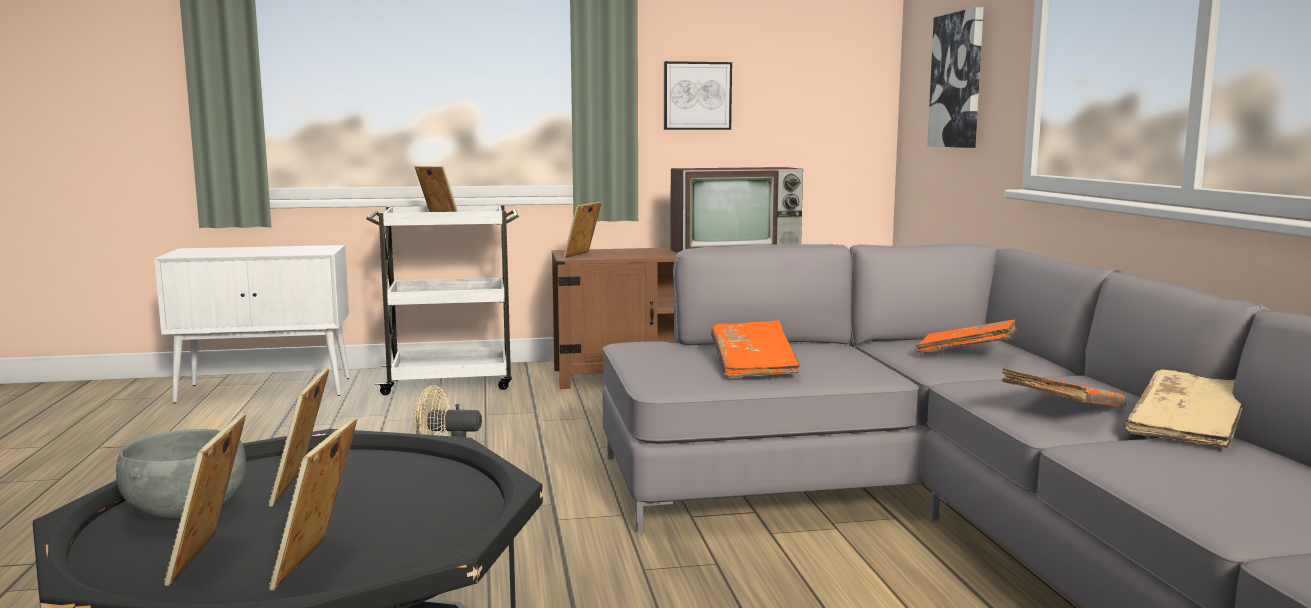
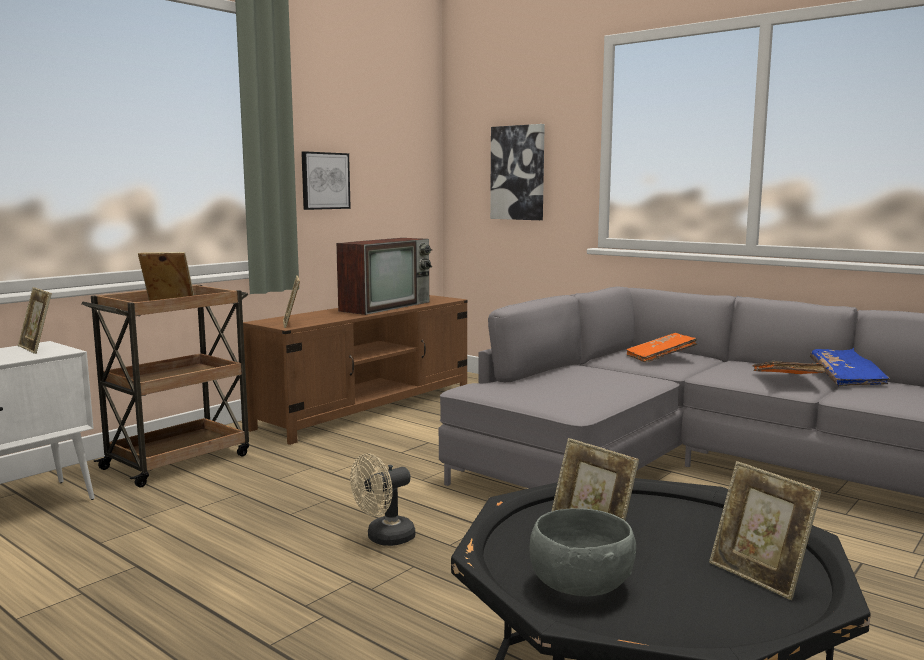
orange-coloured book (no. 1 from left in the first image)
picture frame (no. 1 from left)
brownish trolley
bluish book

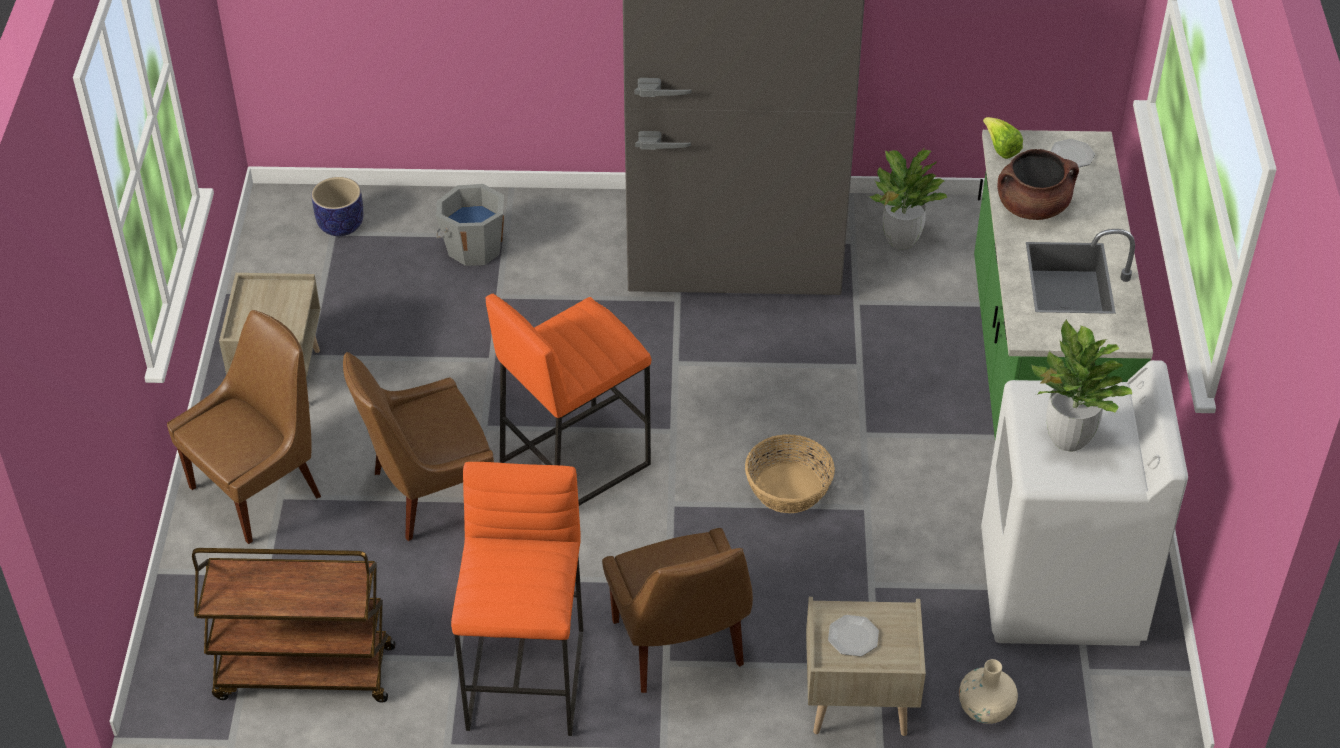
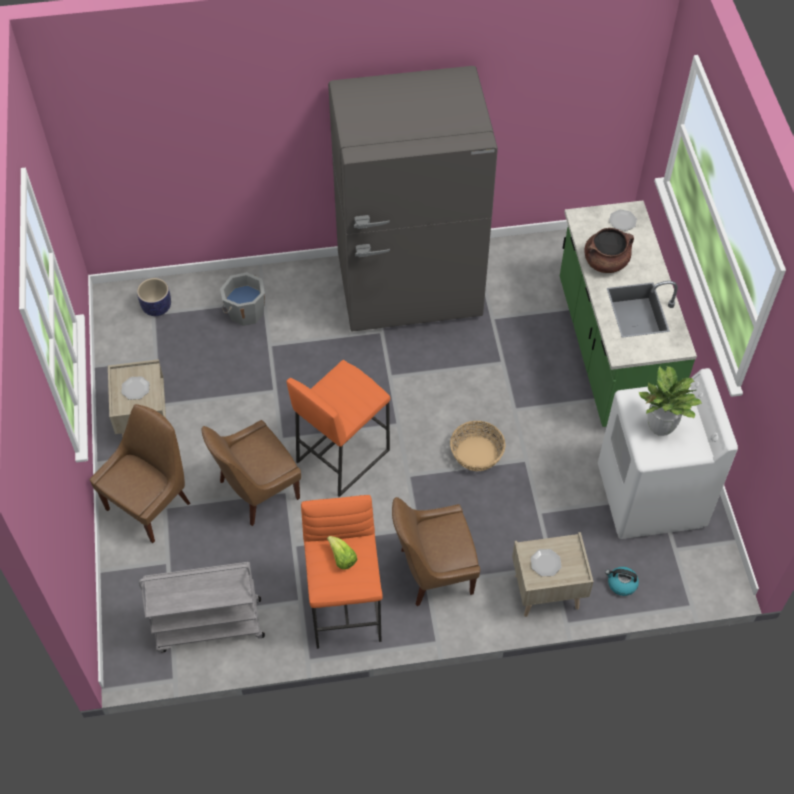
potted plant (no. 1 from left in the first image)
dinner plate (no. 1 from left)
head of lettuce
kettle
gray trolley
brownish plain chair (no. 3 from left)

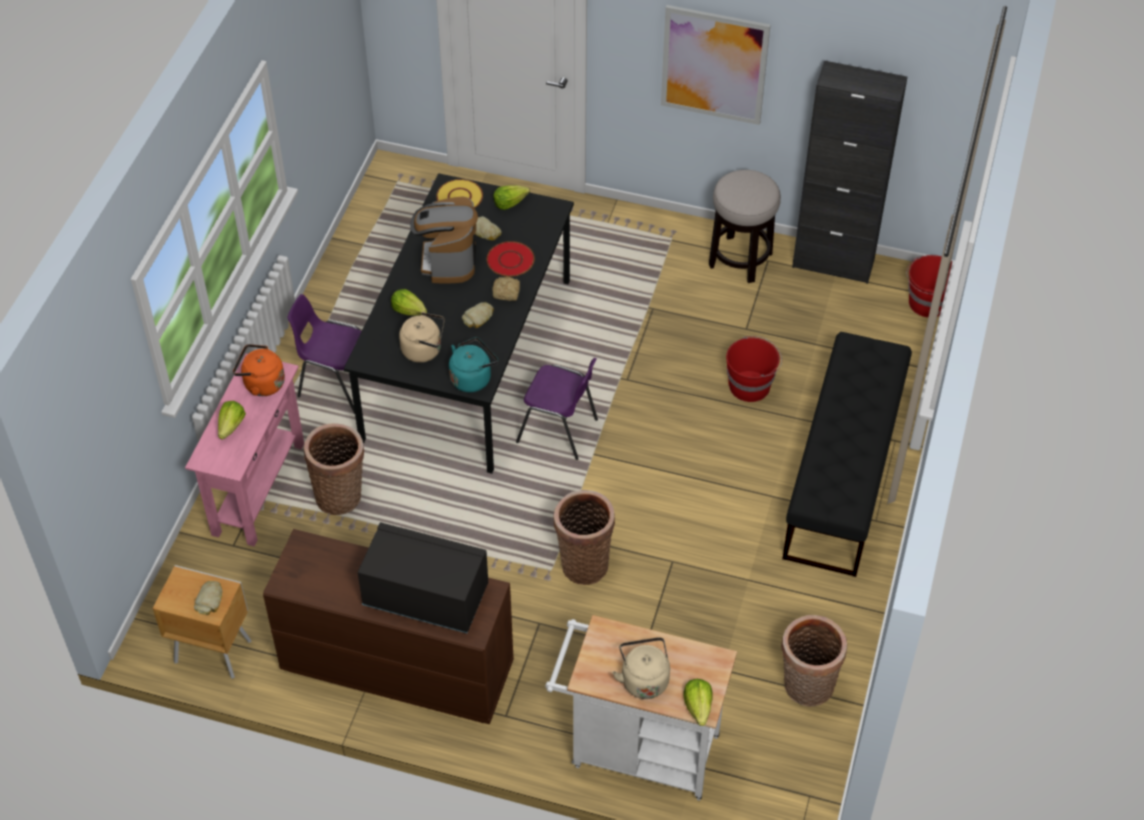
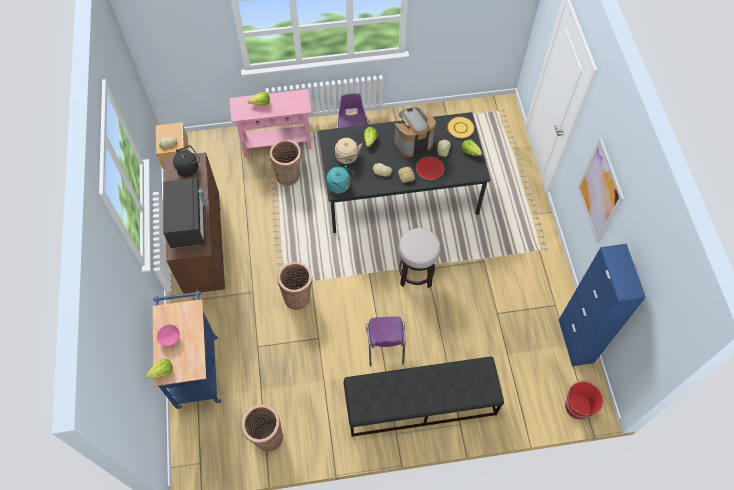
orange-coloured kettle
red-coloured water bucket (no. 1 from left in the first image)
black-coloured kettle
purple plain chair (no. 2 from left)
stool seat
pink-coloured deep dish
bluish trolley
bluish cupboard

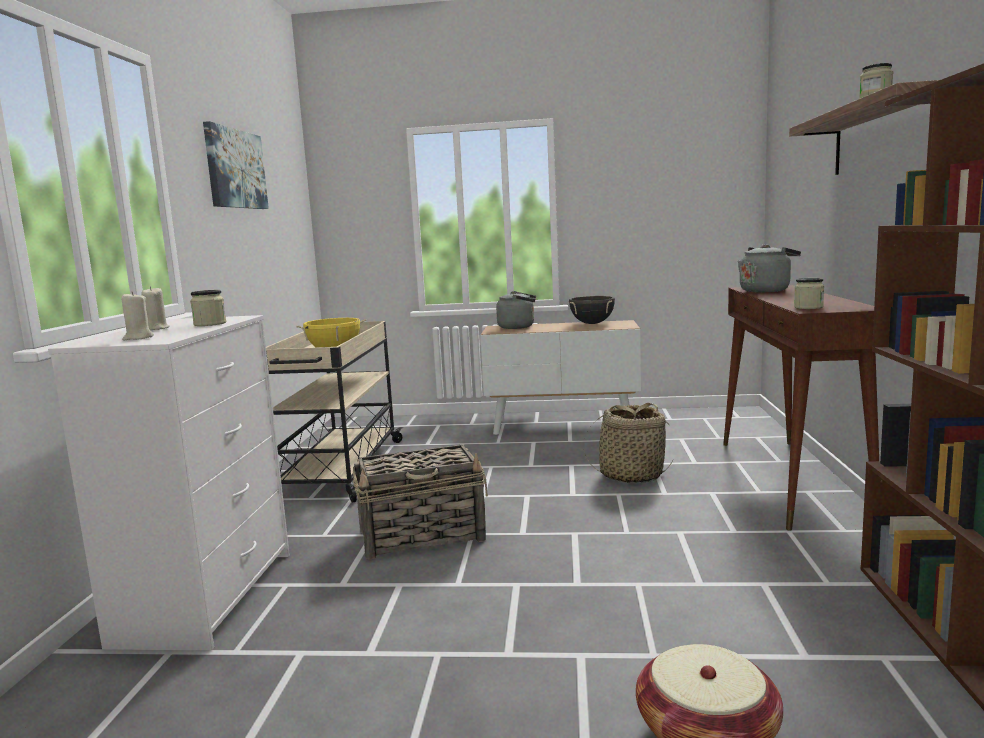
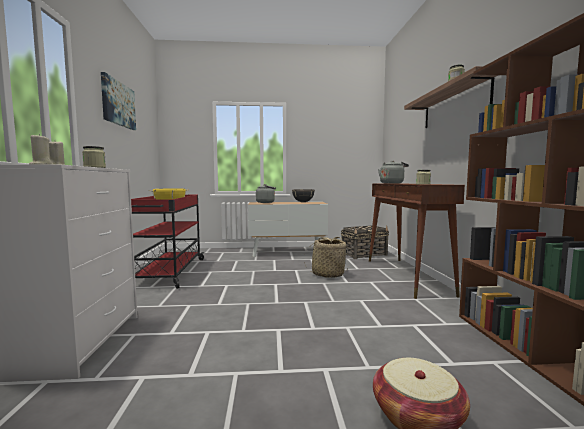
household basket (no. 2 from left)
red-coloured trolley

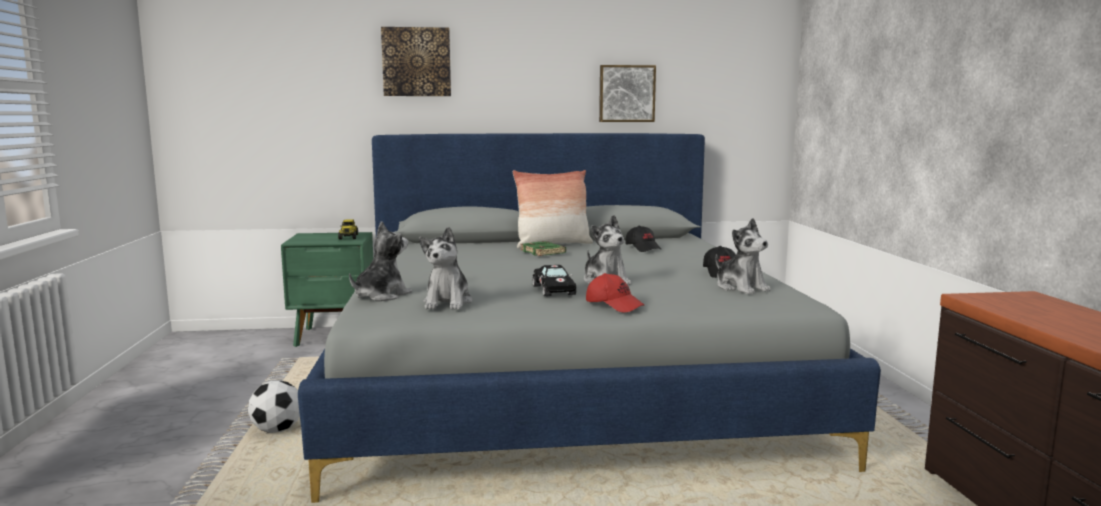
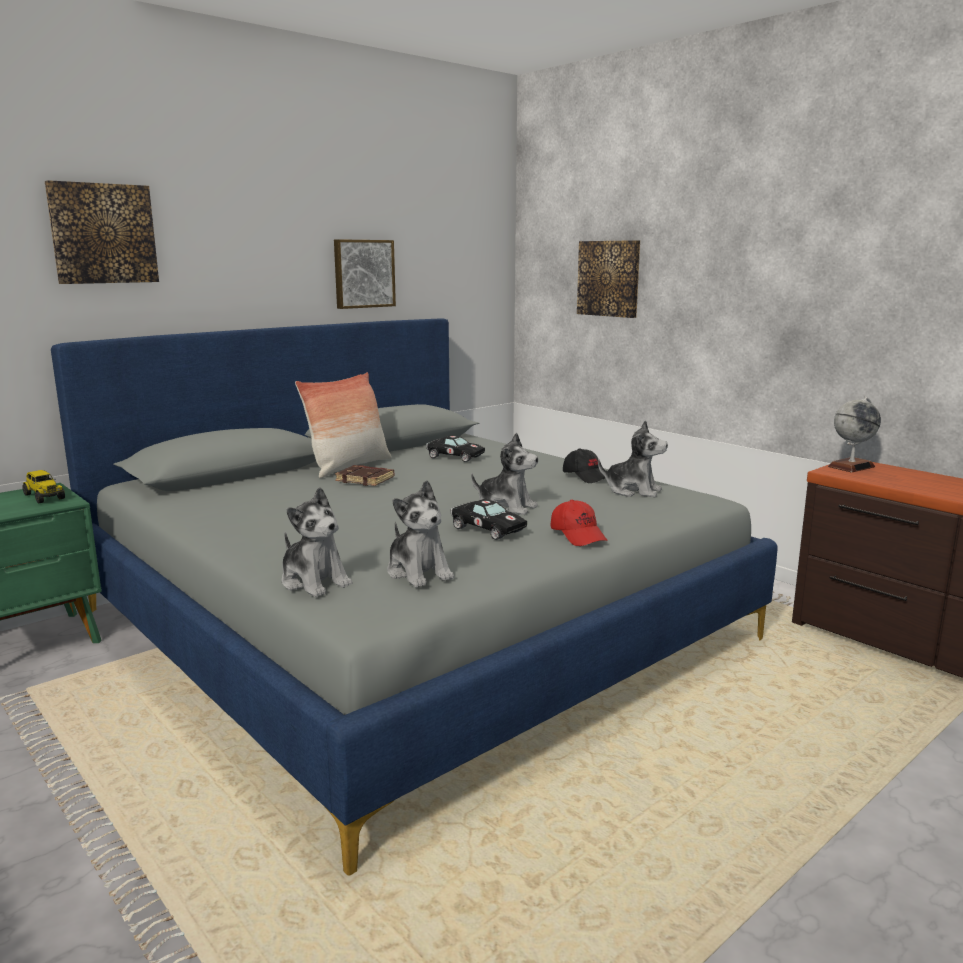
ball for football
wall picture (no. 3 from left)
globe
black-coloured toy car (no. 1 from left)
brownish book
cuddly toy (no. 1 from left)
red-coloured baseball cap

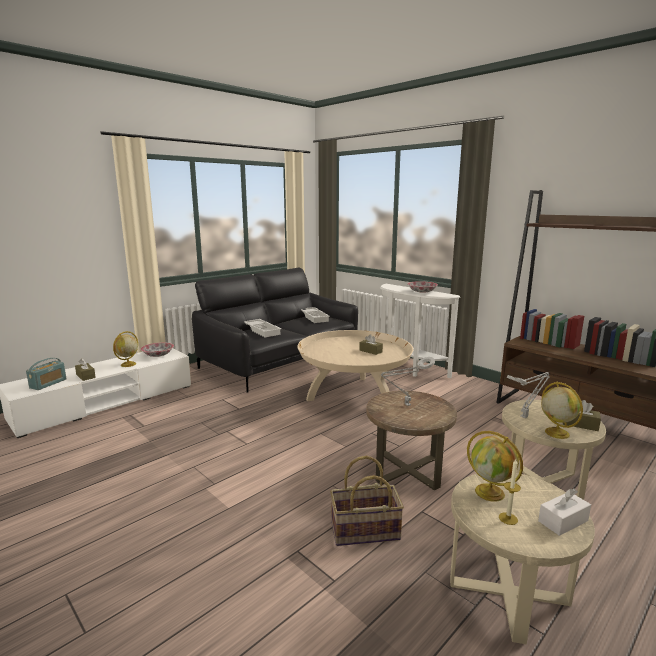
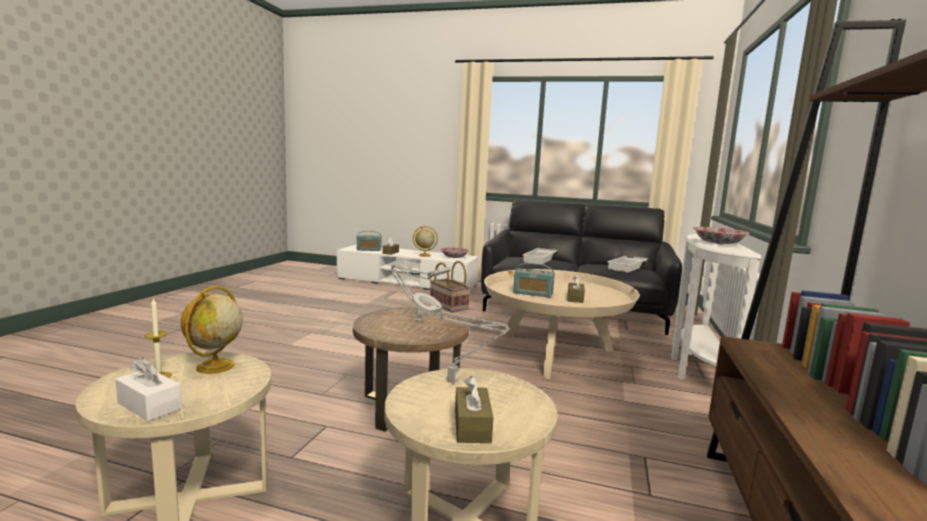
globe (no. 3 from left in the first image)
radio receiver (no. 2 from left)
household basket

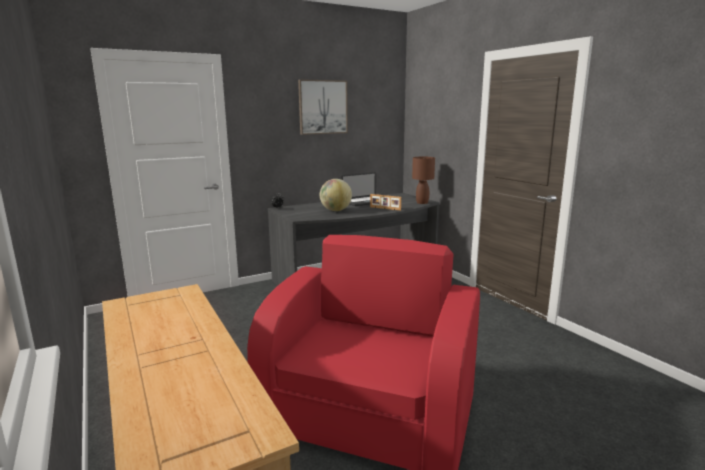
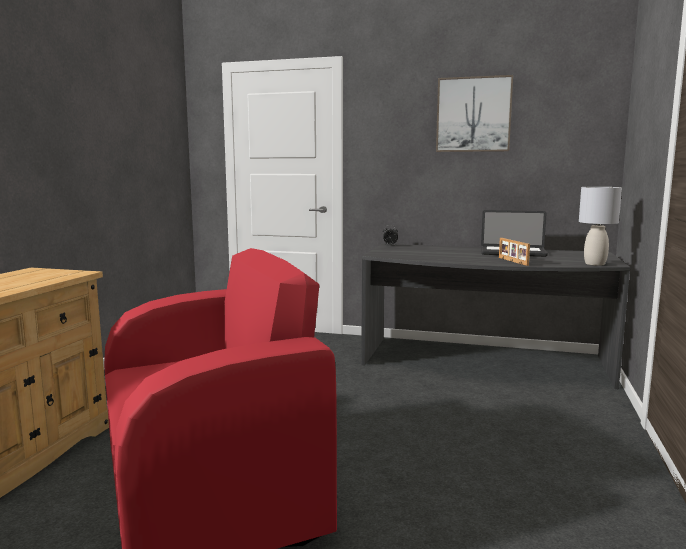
globe
gray tabletop lamp

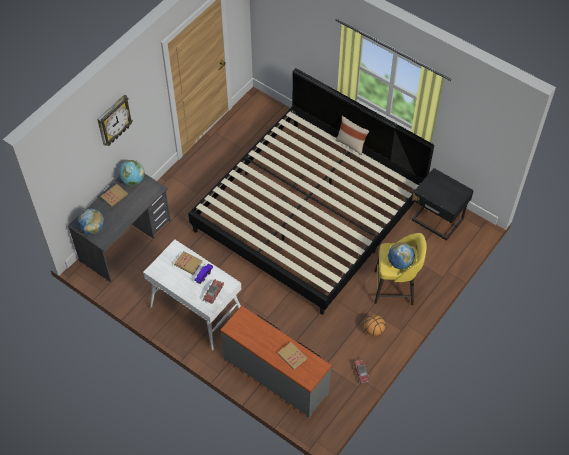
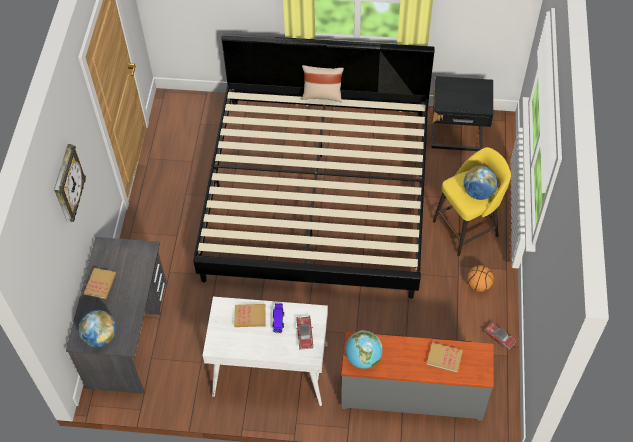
globe (no. 2 from left)

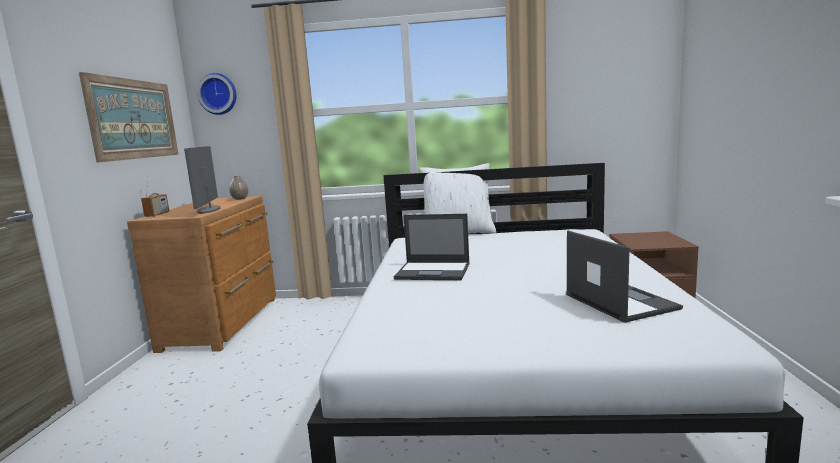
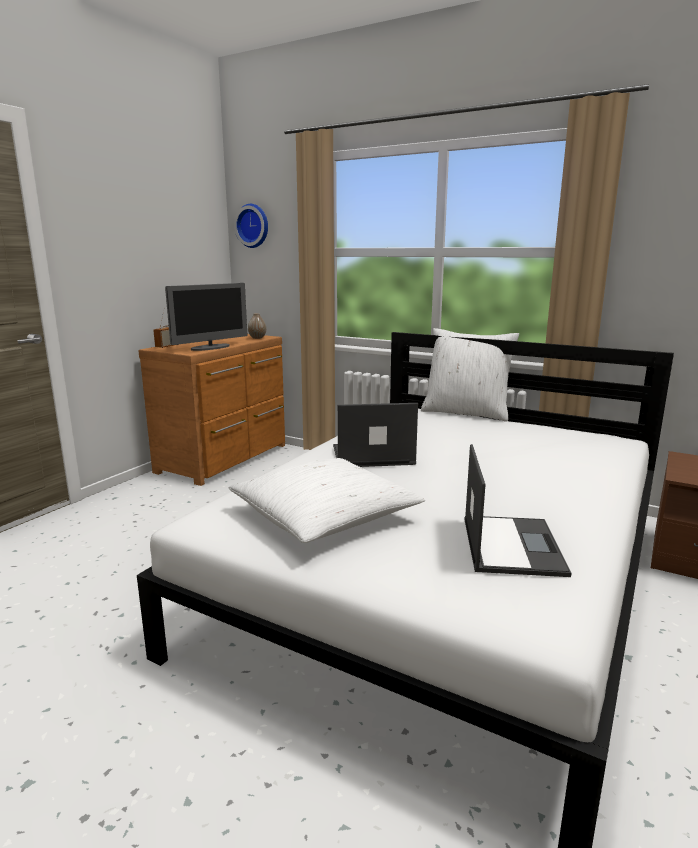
wall picture
whitish cushion (no. 1 from left)
computer screen
portable computer (no. 1 from left)

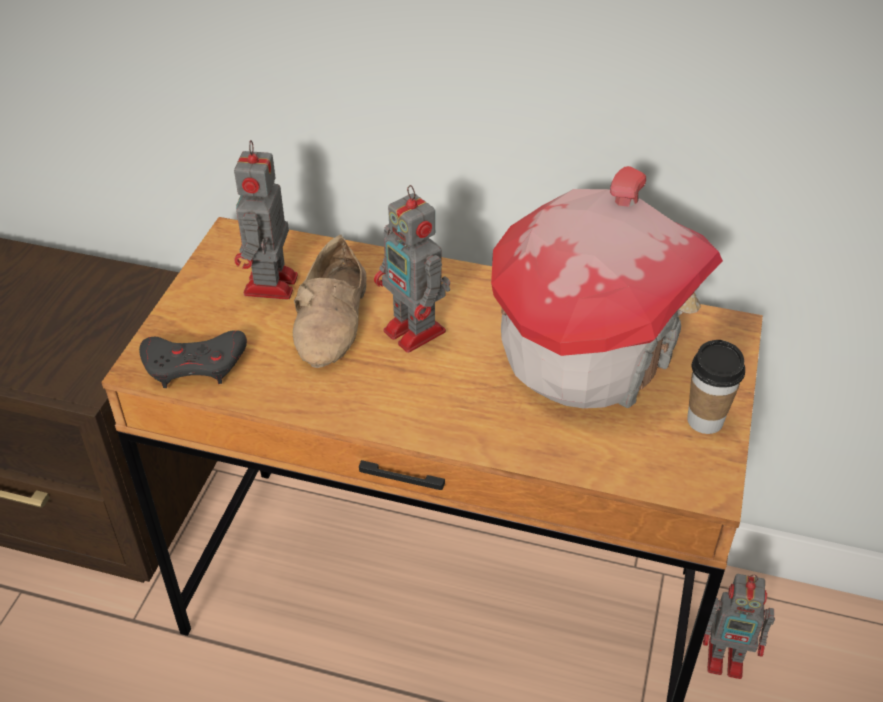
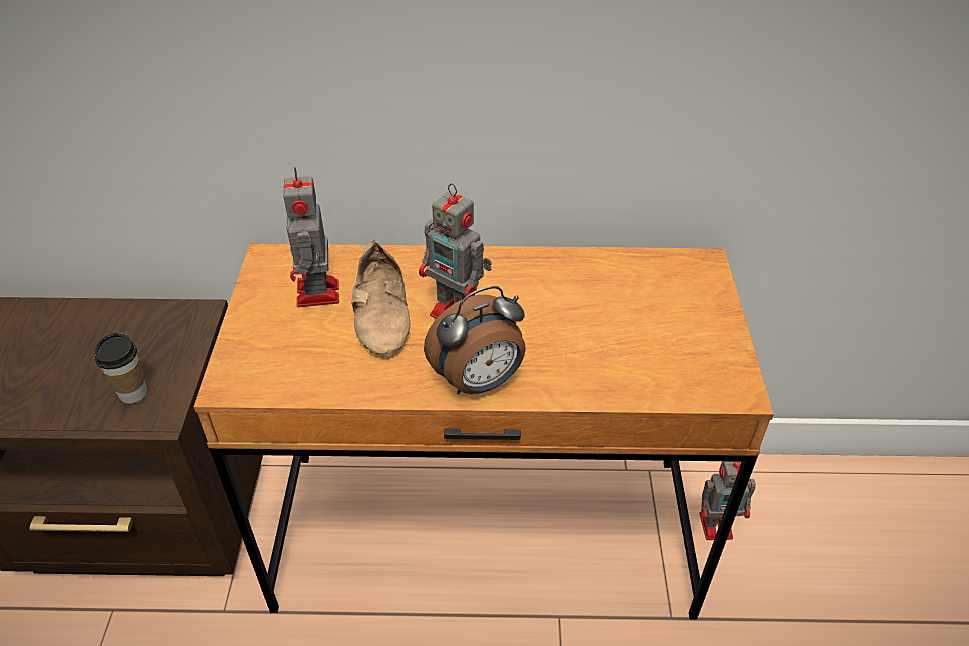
gray game controller
model house
alarm clock
cup

